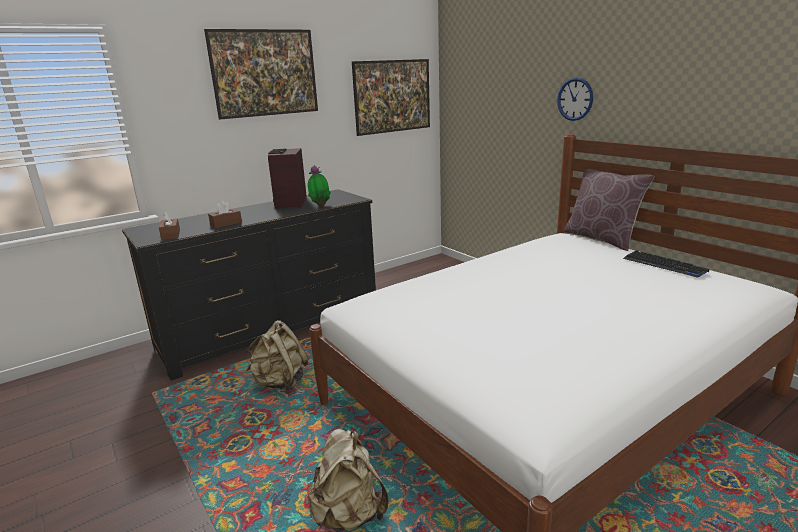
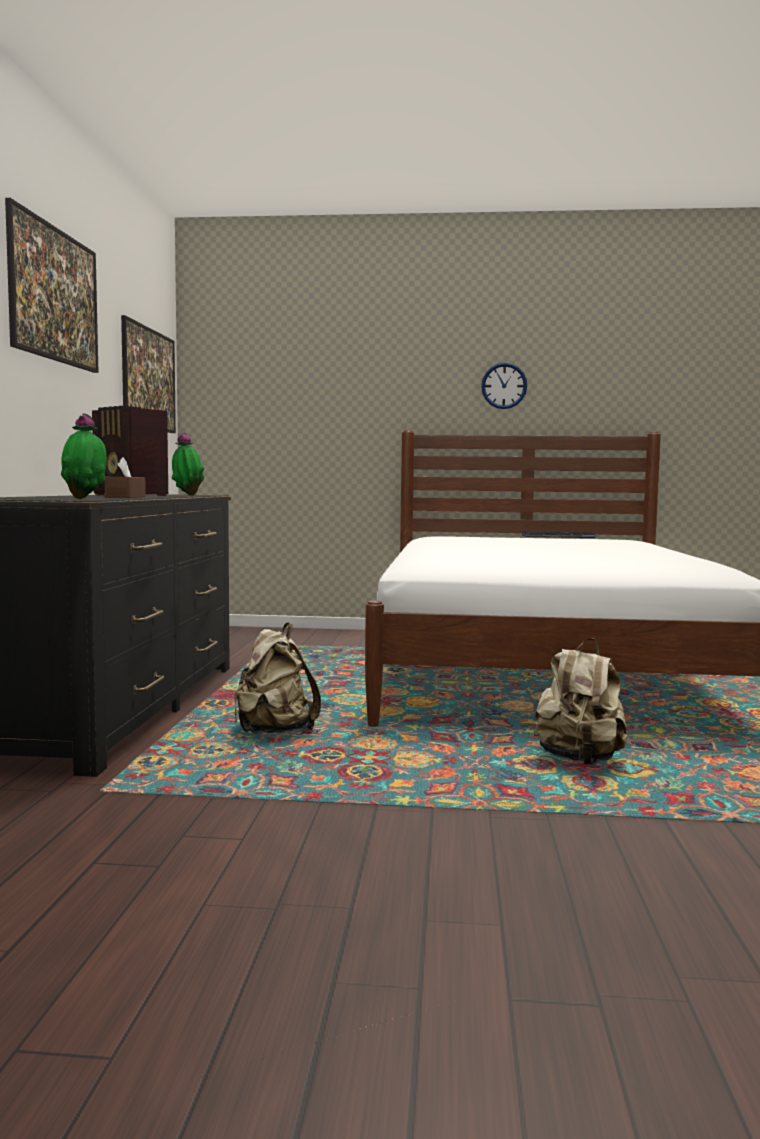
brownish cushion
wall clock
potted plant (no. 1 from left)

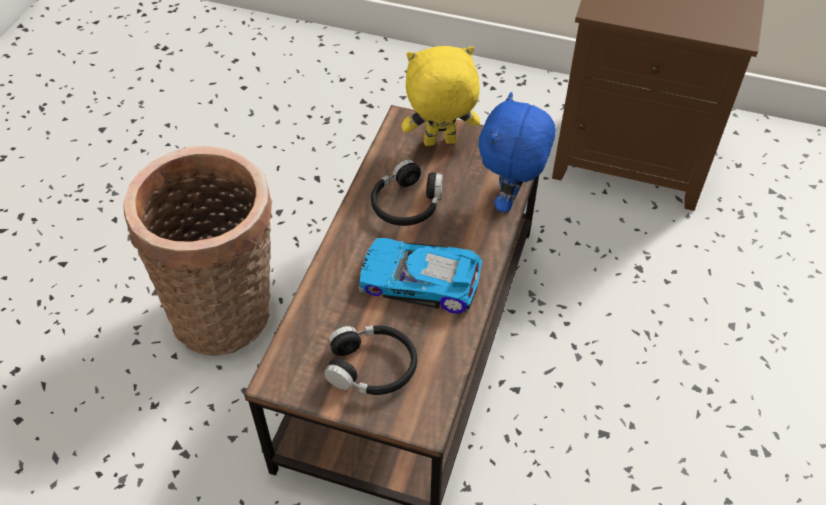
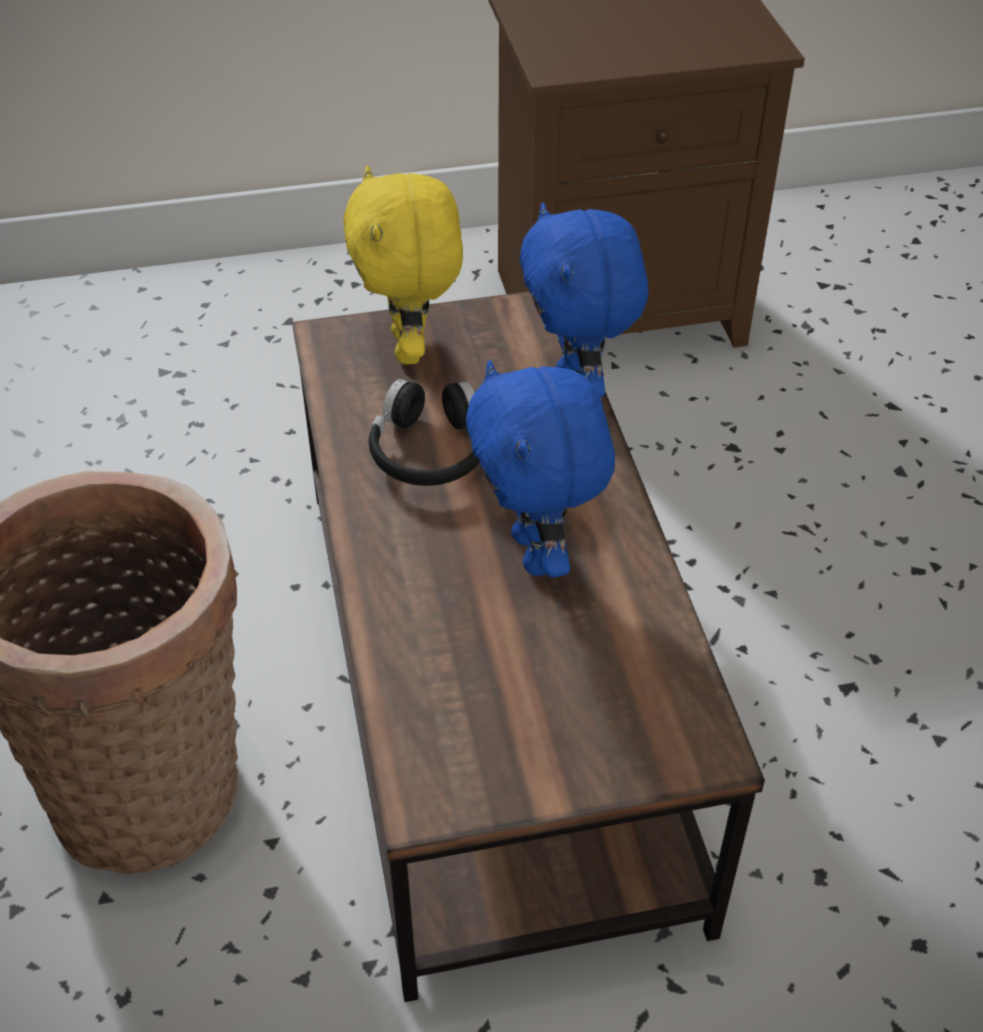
black-coloured pair of headphones (no. 1 from left in the first image)
bluish cuddly toy (no. 1 from left)
yellow-coloured cuddly toy

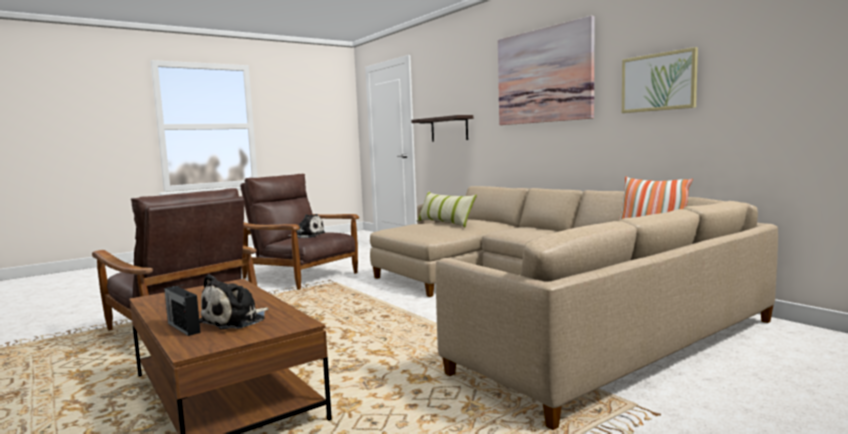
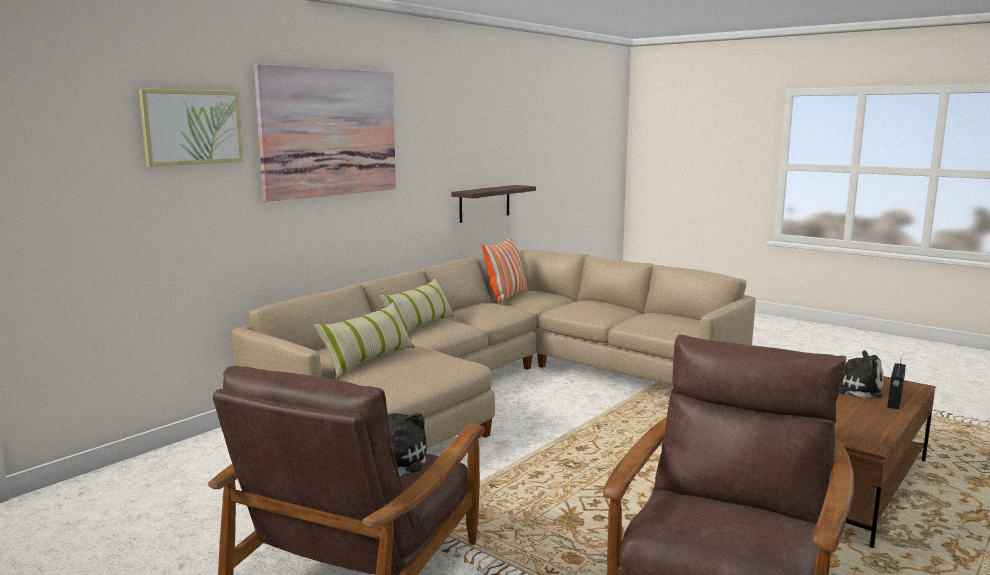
cushion (no. 2 from left)
bracket shelf
wall picture (no. 1 from left)

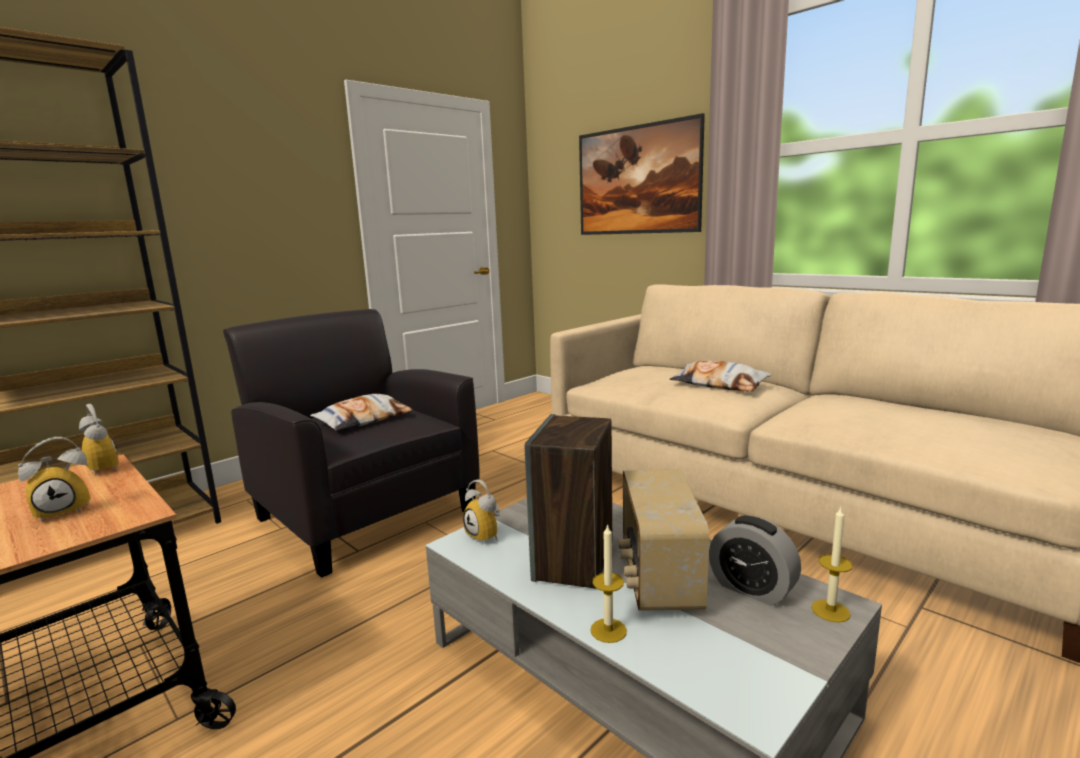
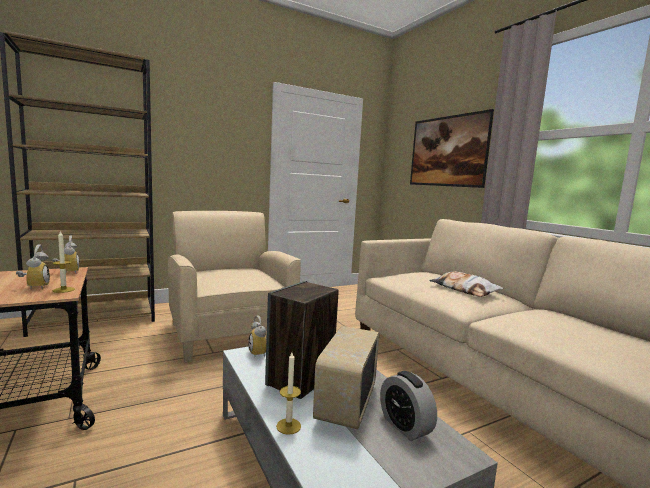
cushion (no. 1 from left in the first image)
candle (no. 1 from left)
beige-coloured easy chair
alarm clock (no. 1 from left)

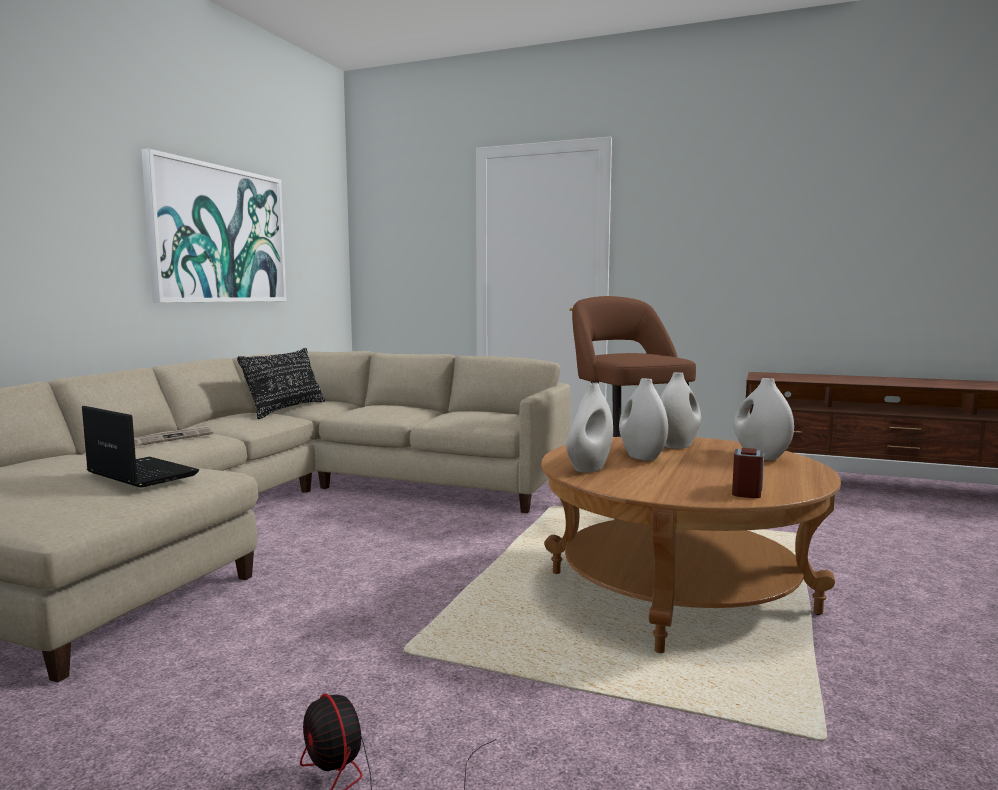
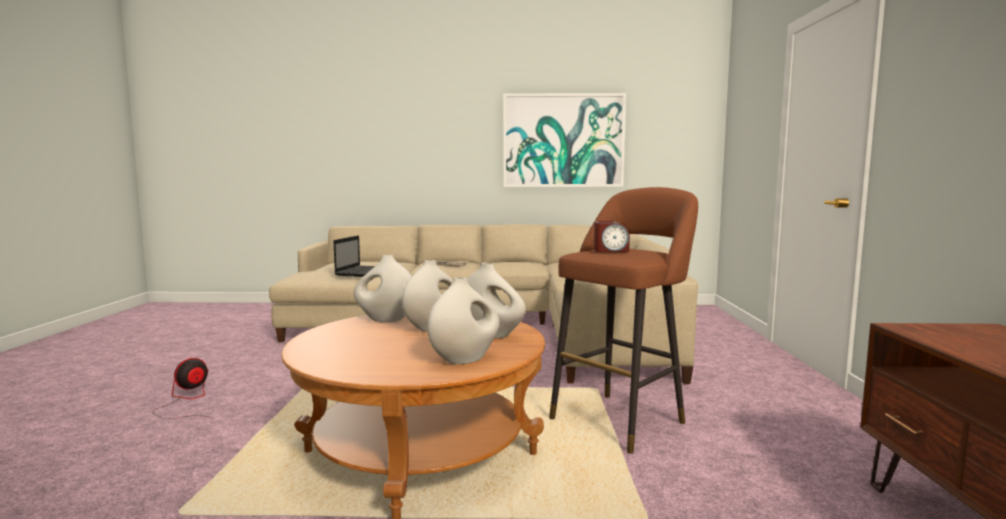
black-coloured cushion
alarm clock

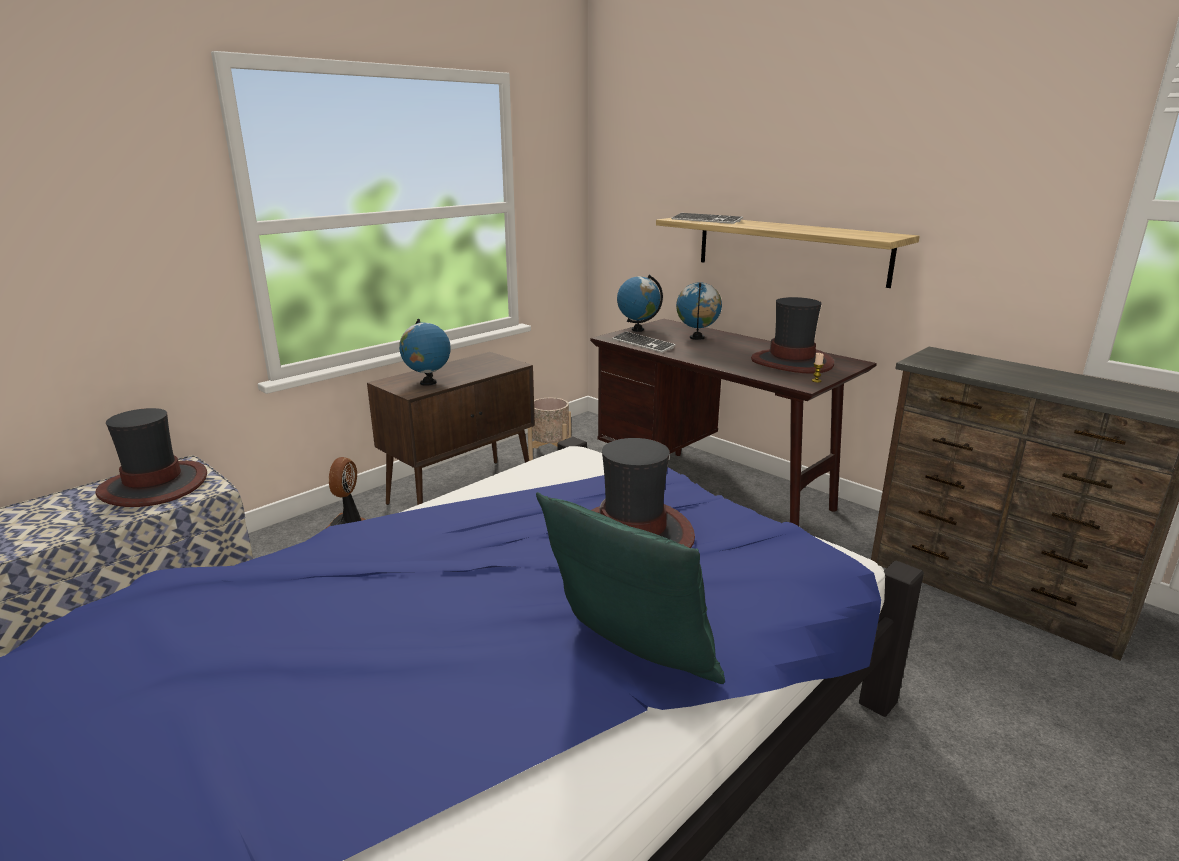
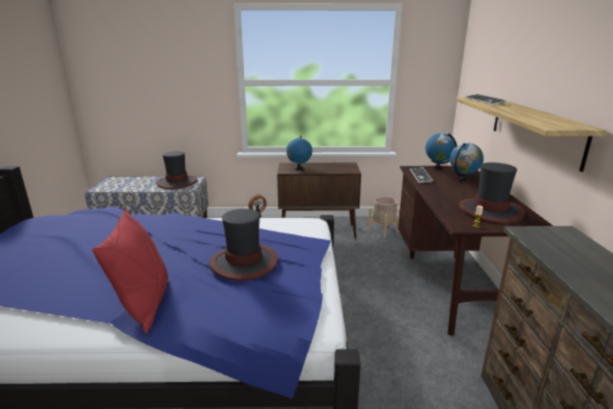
red-coloured cushion

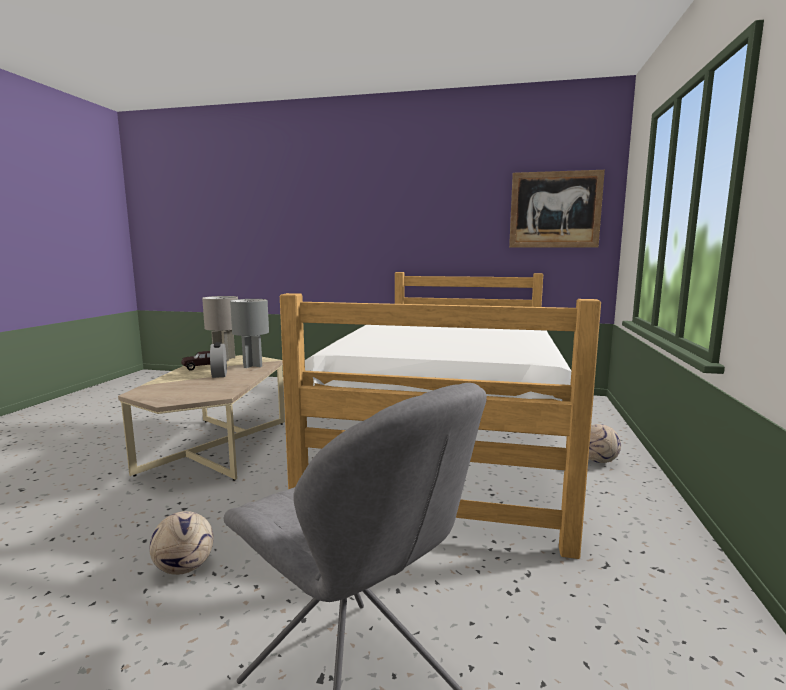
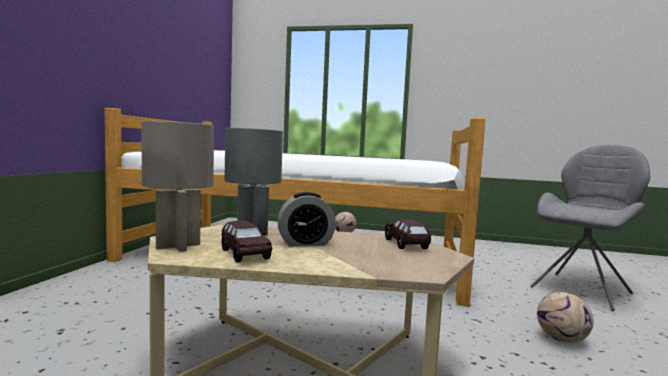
wall picture
brownish toy car (no. 2 from left)

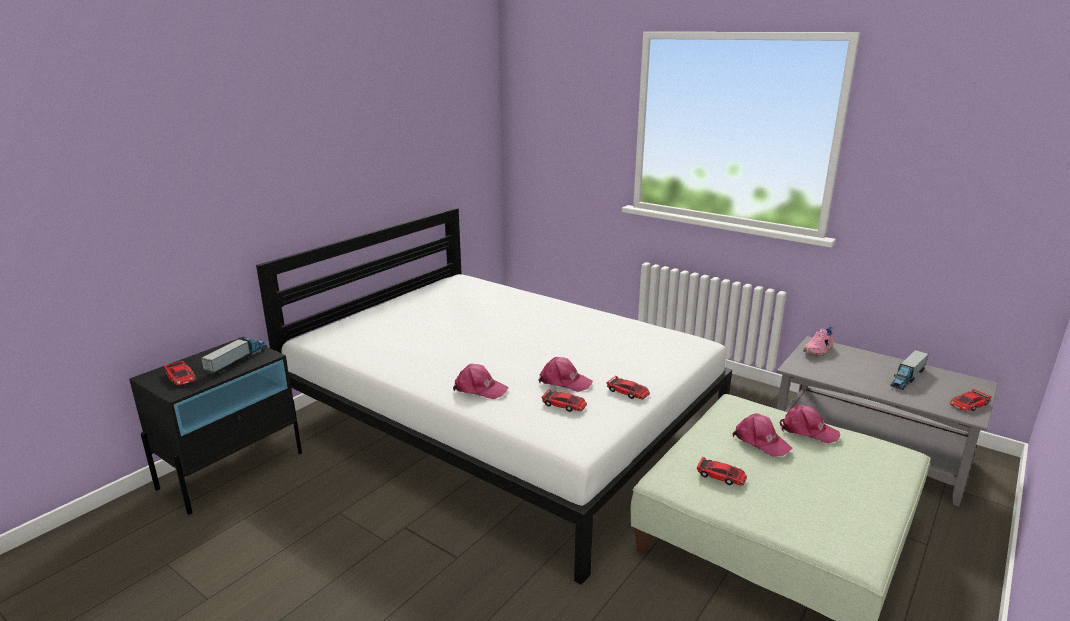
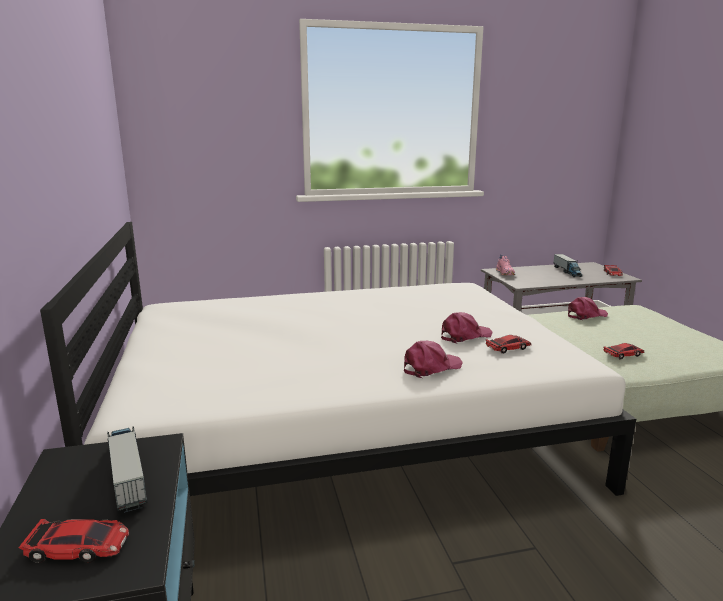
toy car (no. 3 from left in the first image)
pink-coloured baseball cap (no. 3 from left in the first image)

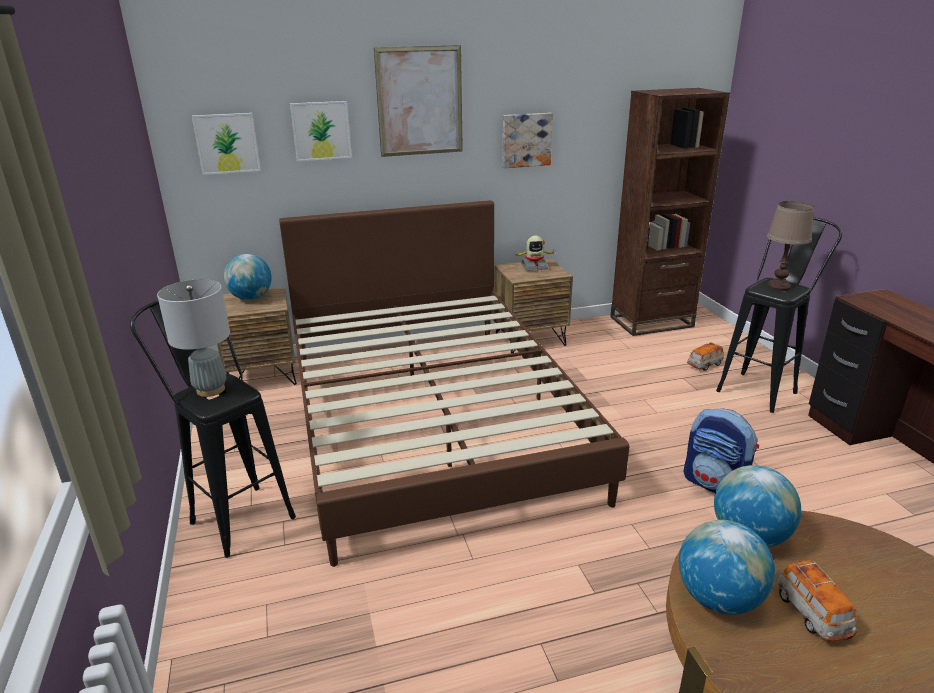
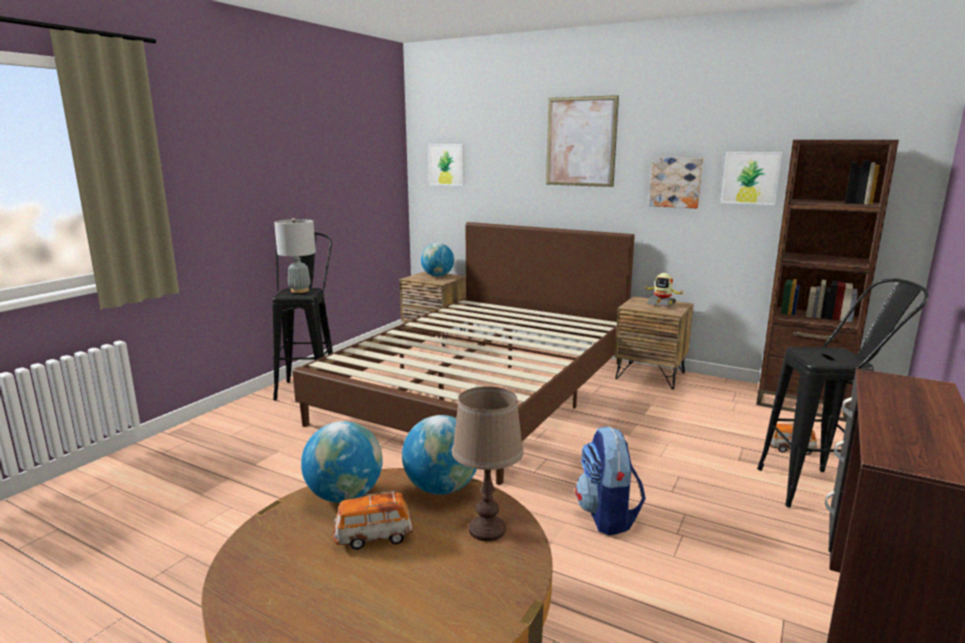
wall picture (no. 4 from left)
brownish tabletop lamp
toy car (no. 1 from left)

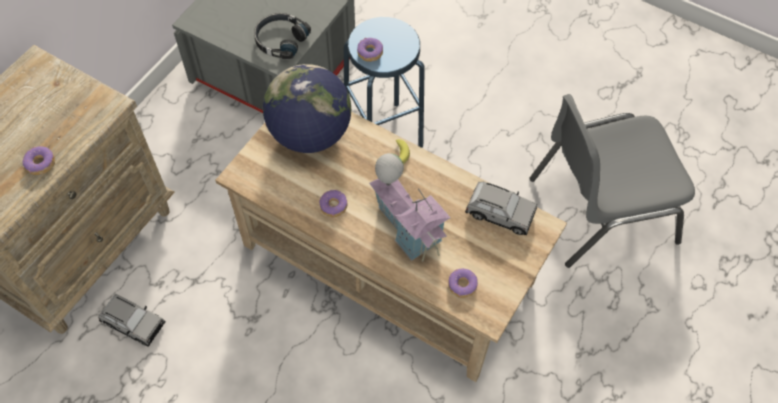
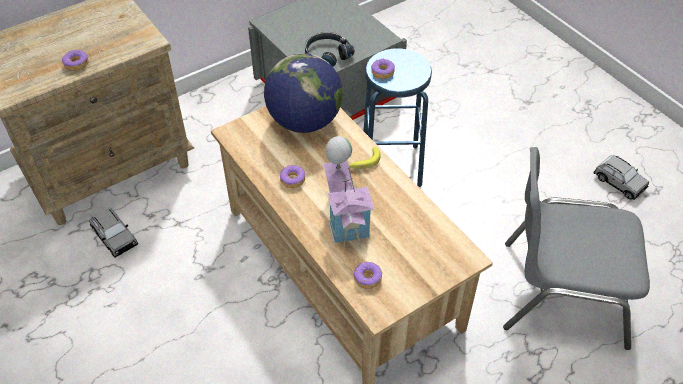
gray toy car (no. 2 from left)

